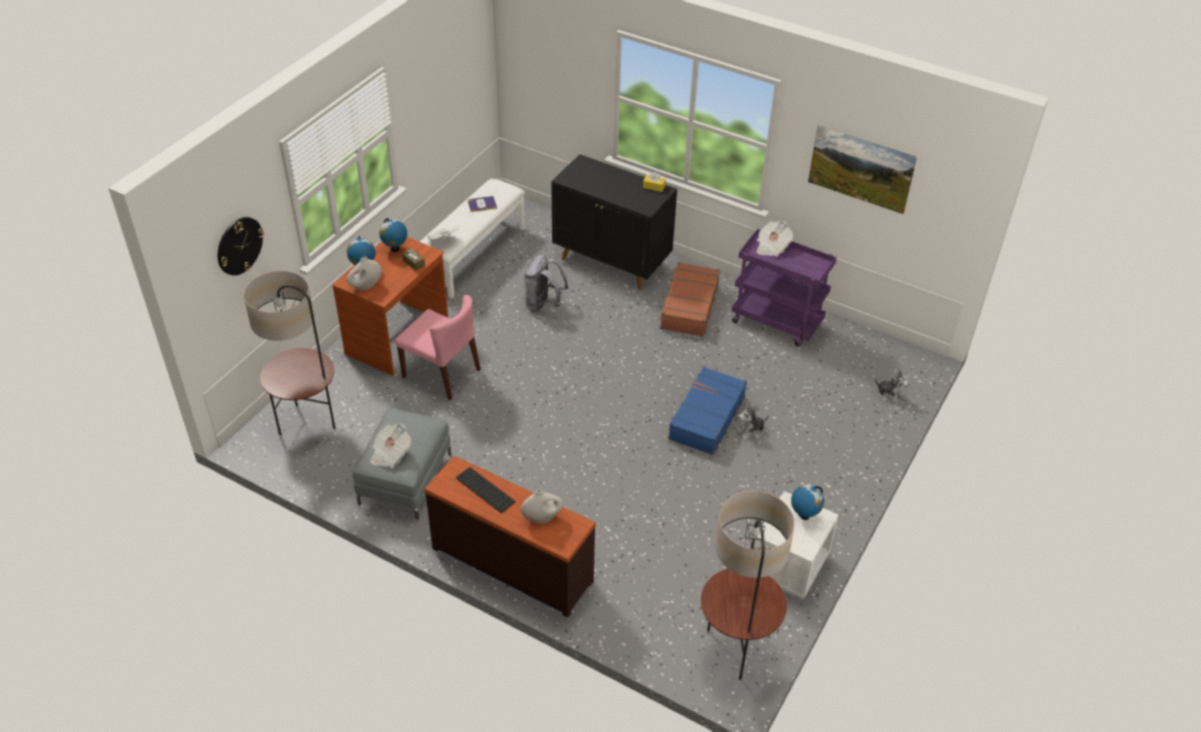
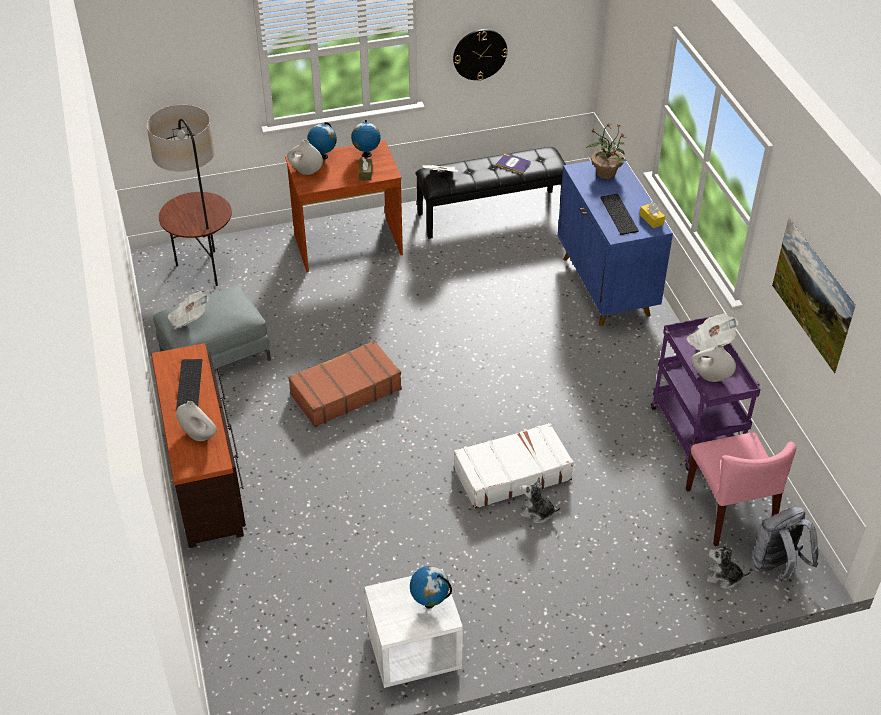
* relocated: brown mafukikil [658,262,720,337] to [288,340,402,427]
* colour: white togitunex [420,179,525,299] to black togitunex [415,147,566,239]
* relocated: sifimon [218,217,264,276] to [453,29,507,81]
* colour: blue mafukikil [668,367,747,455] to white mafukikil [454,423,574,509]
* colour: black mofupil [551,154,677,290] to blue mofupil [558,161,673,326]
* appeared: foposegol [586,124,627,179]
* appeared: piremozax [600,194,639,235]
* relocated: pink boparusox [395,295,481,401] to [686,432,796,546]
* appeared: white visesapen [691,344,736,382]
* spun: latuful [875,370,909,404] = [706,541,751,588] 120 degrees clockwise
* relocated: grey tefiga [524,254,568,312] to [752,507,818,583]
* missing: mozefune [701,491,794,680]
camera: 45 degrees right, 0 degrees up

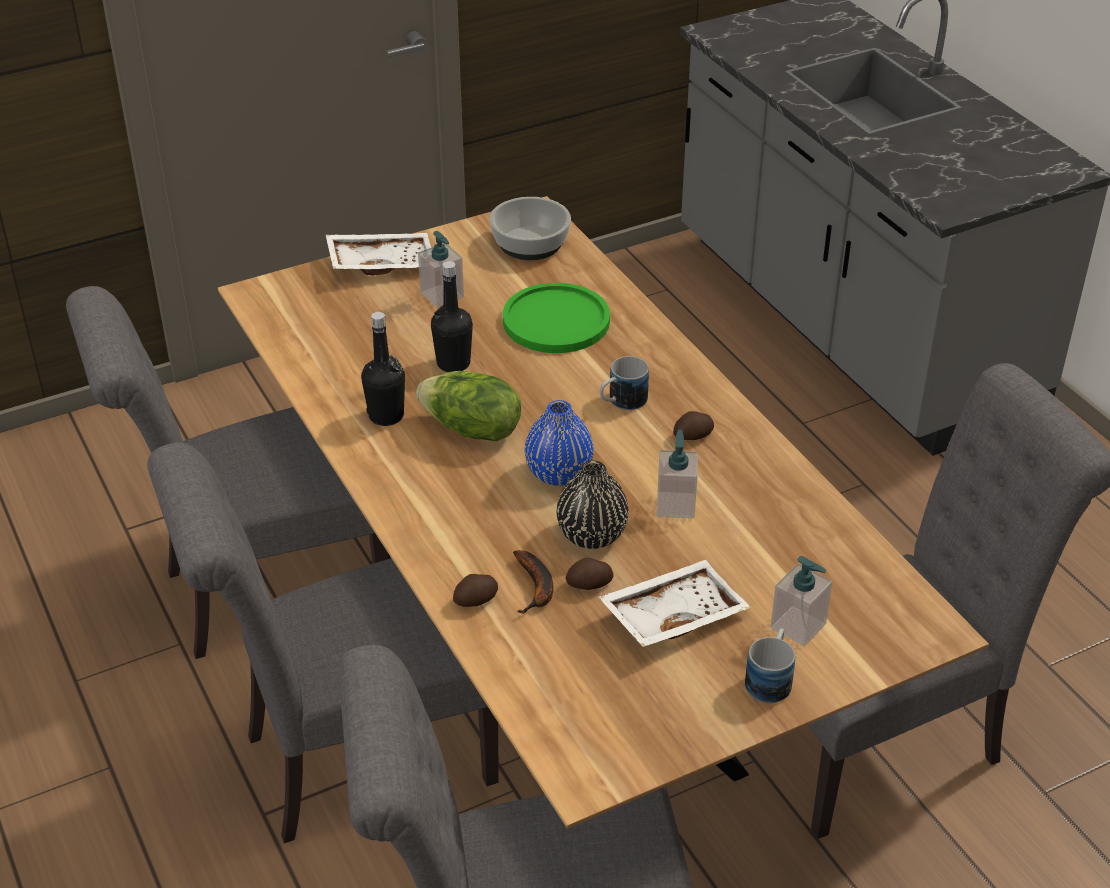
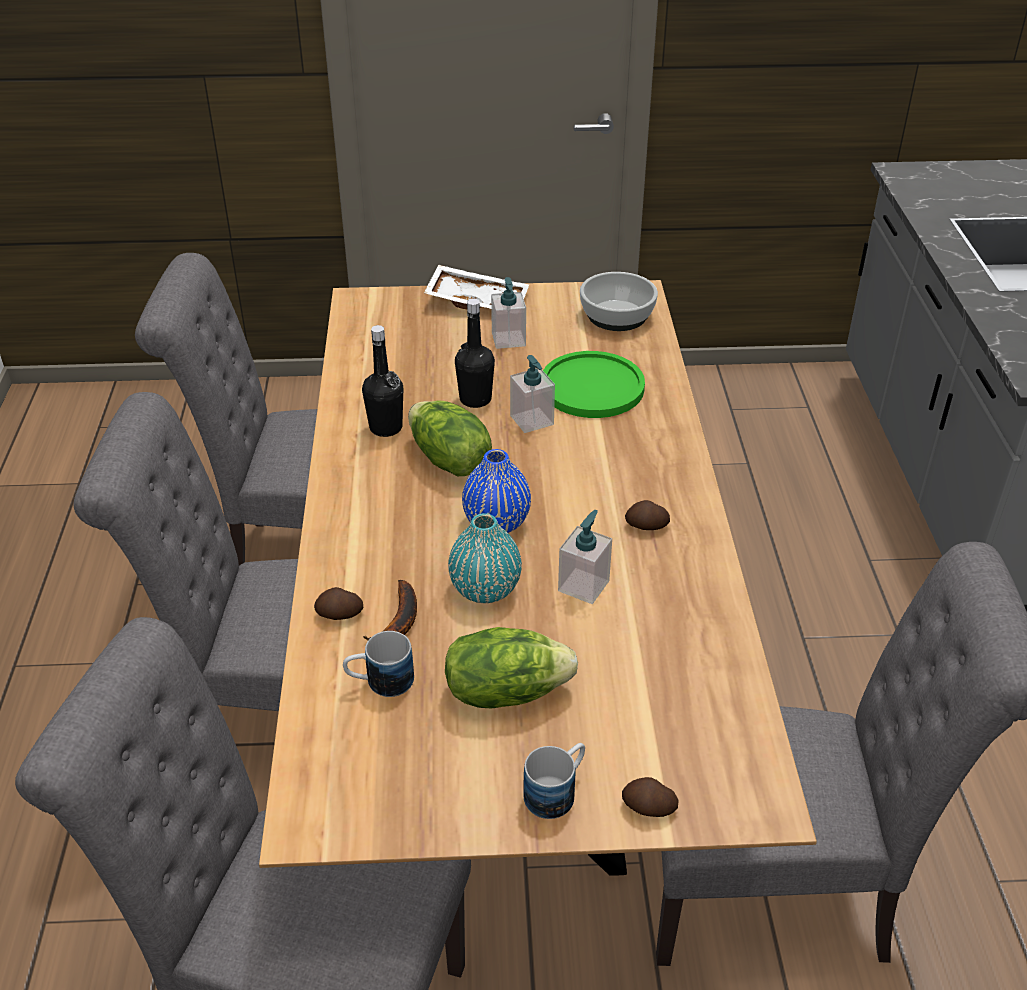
* relocated: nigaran [600,356,649,410] to [343,631,414,697]
* exchanged: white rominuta [599,560,751,647] to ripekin [445,627,578,708]
* colour: black visesapen [557,461,629,549] to turquoise visesapen [448,513,522,603]
* relocated: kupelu [770,556,832,646] to [510,355,555,433]
* relocated: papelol [565,558,614,590] to [622,777,679,817]
camera: 25 degrees right, 0 degrees up

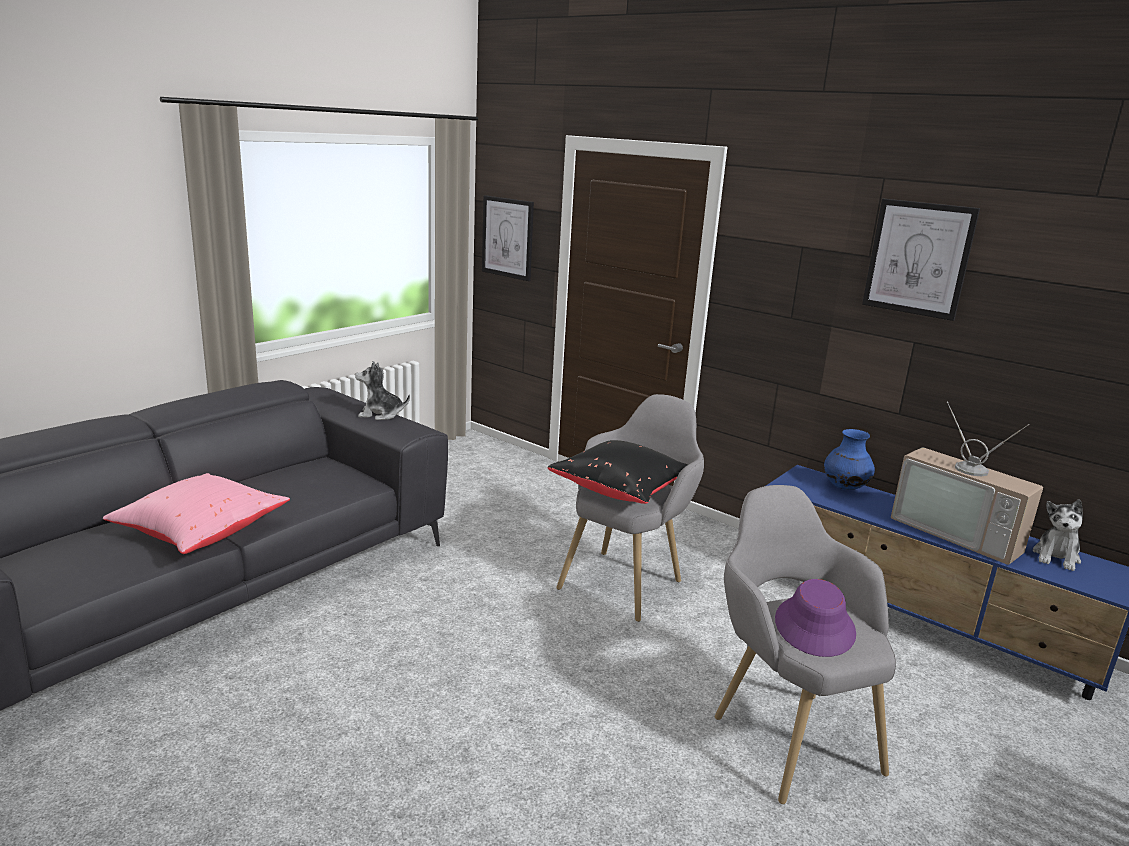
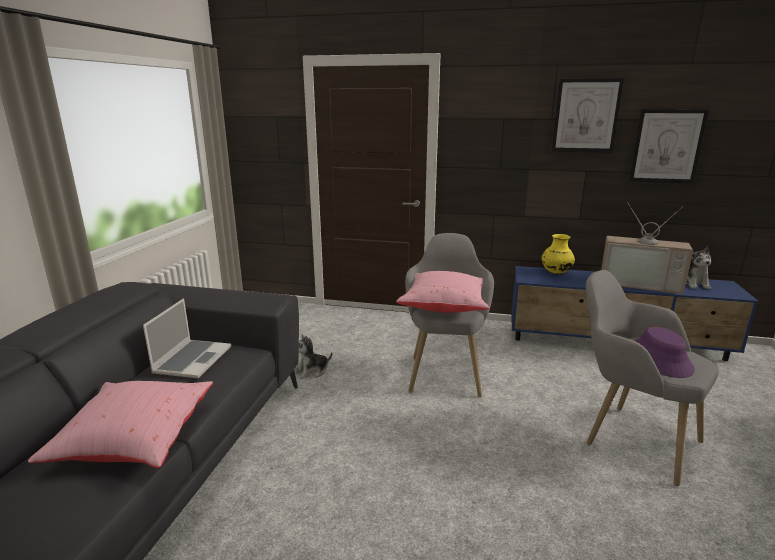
* appeared: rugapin [143,298,231,378]
* relocated: latuful [355,361,410,420] to [295,334,332,379]
* colour: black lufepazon [548,440,688,504] to pink lufepazon [396,271,490,313]
* colour: blue visesapen [824,429,875,490] to yellow visesapen [542,234,575,274]
* relocated: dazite [482,195,534,281] to [629,109,709,184]
camera: 25 degrees left, 0 degrees up

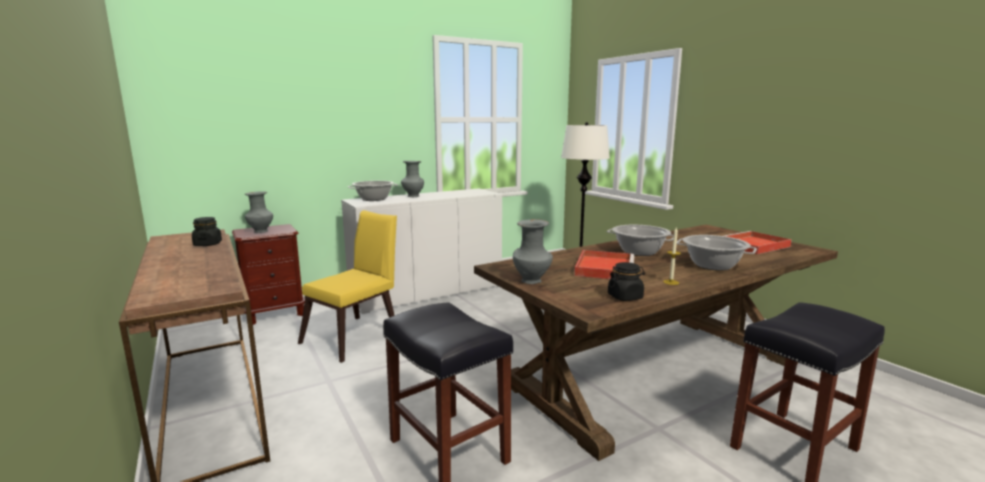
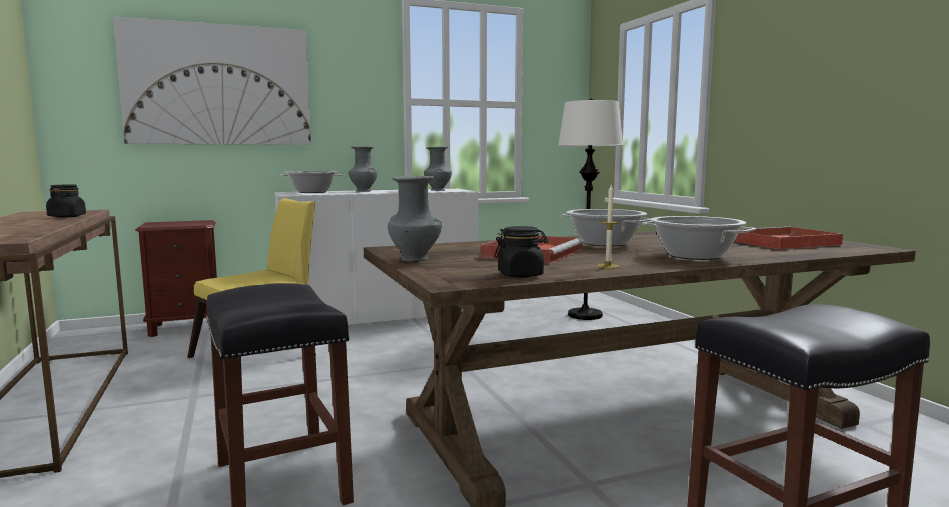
* appeared: dazite [113,16,311,145]
* relocated: grey visesapen [245,191,273,233] to [424,147,452,191]
camera: 10 degrees right, 5 degrees down

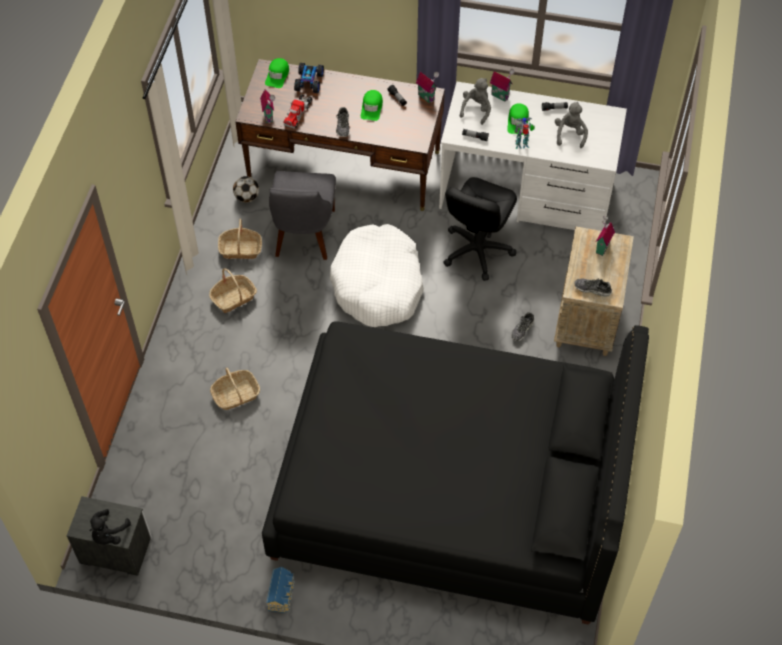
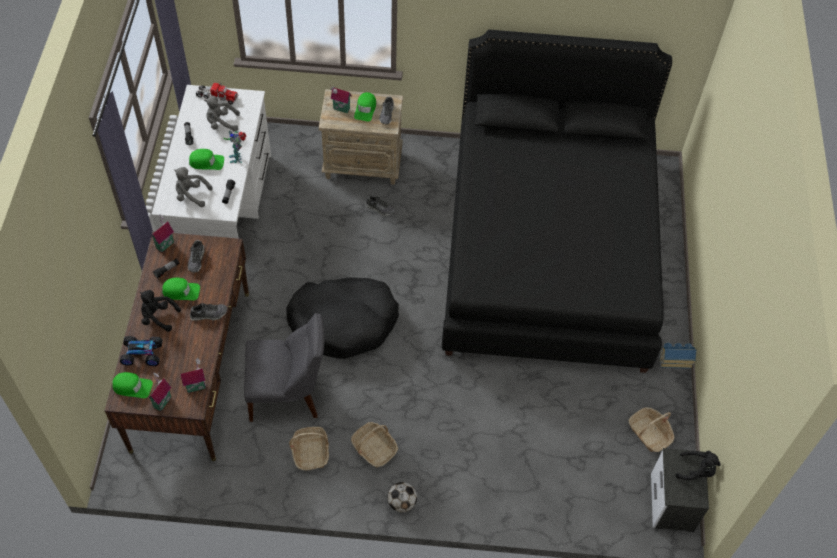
* appeared: black latuful [140,290,181,332]
* relocated: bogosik [490,69,514,101] to [148,373,171,412]
* appeared: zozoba [188,240,205,273]
* relocated: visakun [283,94,312,129] to [196,82,238,105]
* colour: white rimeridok [330,224,424,327] to black rimeridok [286,278,399,359]
* appeared: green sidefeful [354,92,376,122]
* relocated: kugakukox [233,176,259,203] to [387,482,417,512]
* relocated: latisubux [210,368,260,410] to [629,407,674,452]
* missing: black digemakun [443,177,517,281]
camera: 100 degrees left, 0 degrees up

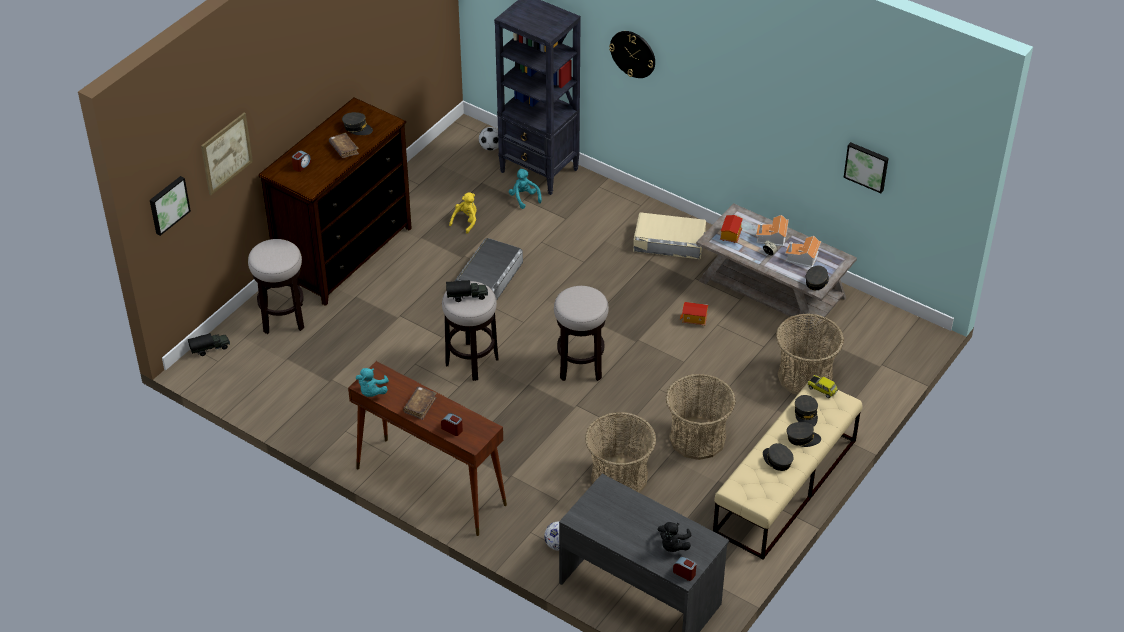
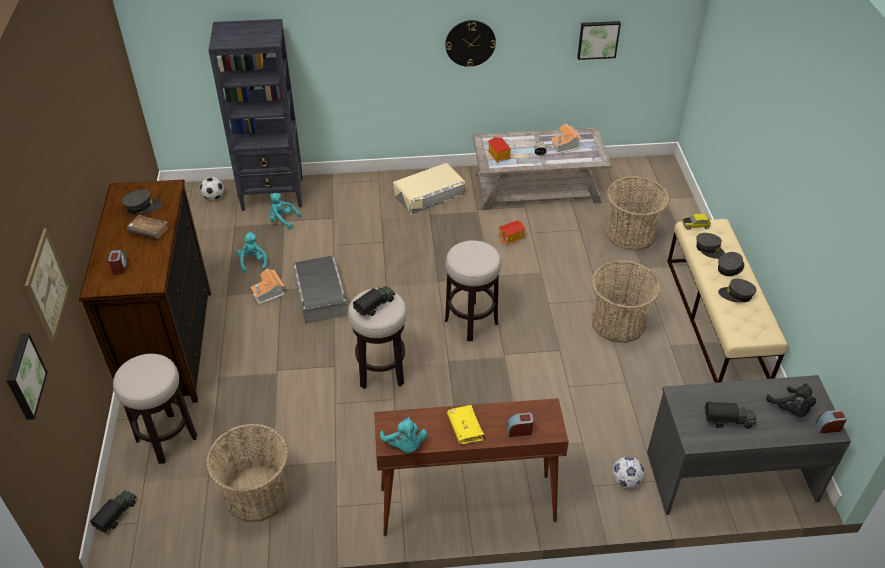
* relocated: latisubux [585,412,656,493] to [206,424,288,522]
* colour: yellow latuful [449,192,477,234] to turquoise latuful [236,232,267,273]
* relocated: bogosik [756,215,789,246] to [251,269,284,304]
* relocated: sifimon [609,31,655,78] to [445,20,496,67]
* colour: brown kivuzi [403,387,437,420] to yellow kivuzi [447,405,484,445]
* appeared: visakun [705,402,757,429]
* missing: grey sidefeful [806,266,829,290]
camera: 40 degrees left, 0 degrees up

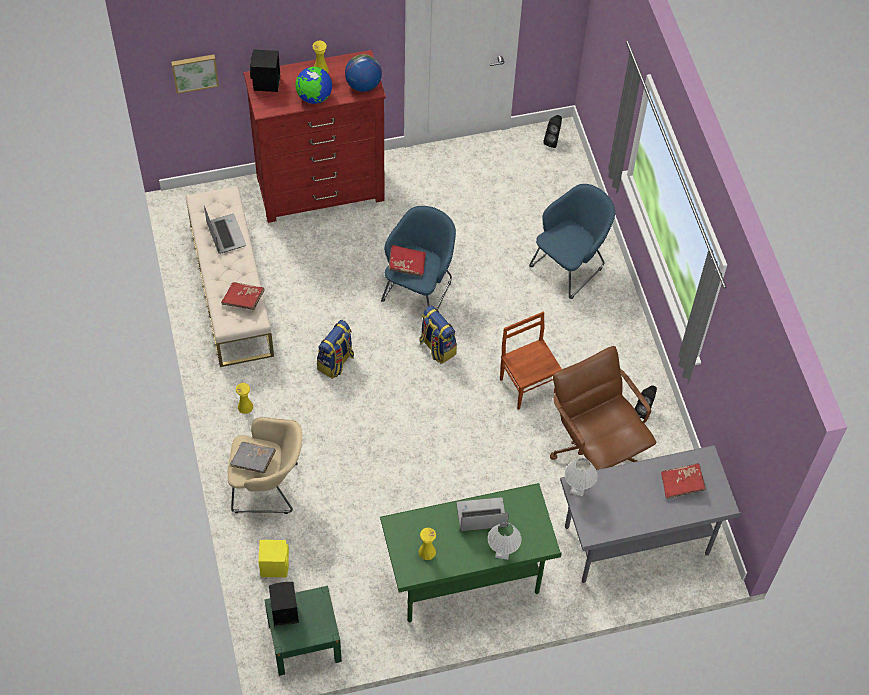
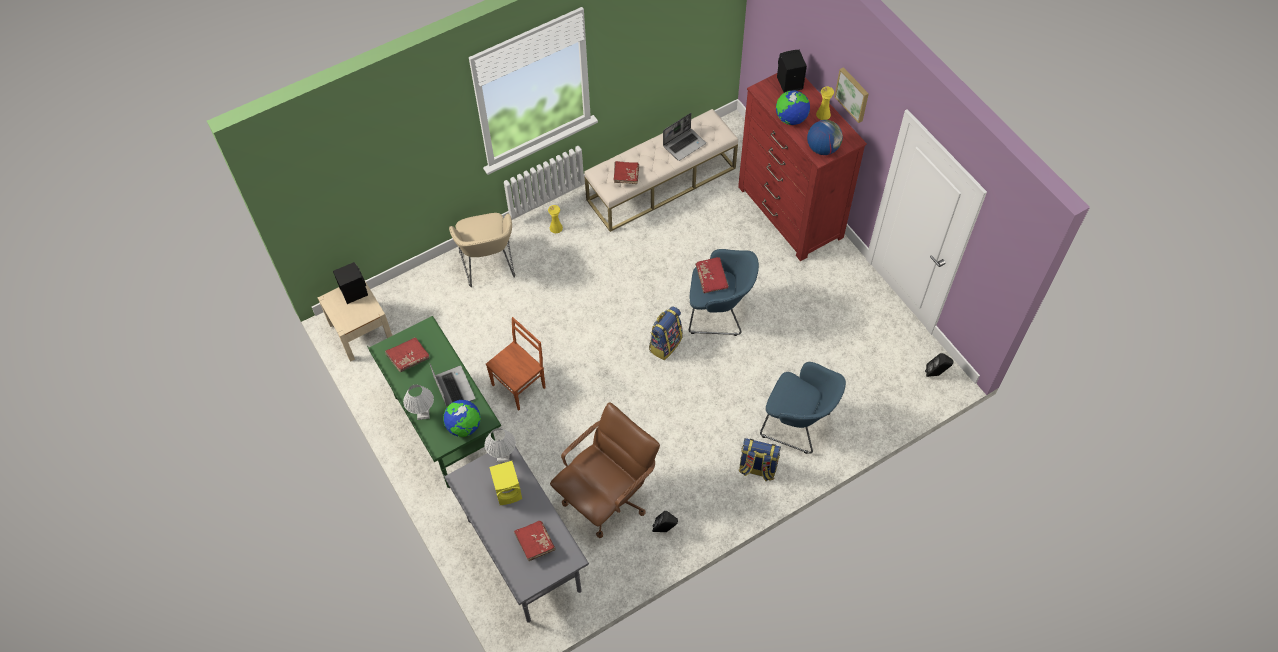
* colour: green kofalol [264,586,342,676] to beige kofalol [318,282,393,362]
* exchanged: yellow visesapen [419,528,436,560] to red kivuzi [385,338,429,372]
* appeared: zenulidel [443,400,481,437]
* relocated: brown boparusox [500,312,562,410] to [486,317,546,410]
* relocated: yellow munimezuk [258,540,289,578] to [489,461,522,505]
* relocated: tefiga [317,320,354,379] to [739,438,781,481]
* relocated: dazite [171,55,219,94] to [834,67,869,123]
* missing: grey kivuzi [230,442,276,473]
camera: 75 degrees right, 0 degrees up

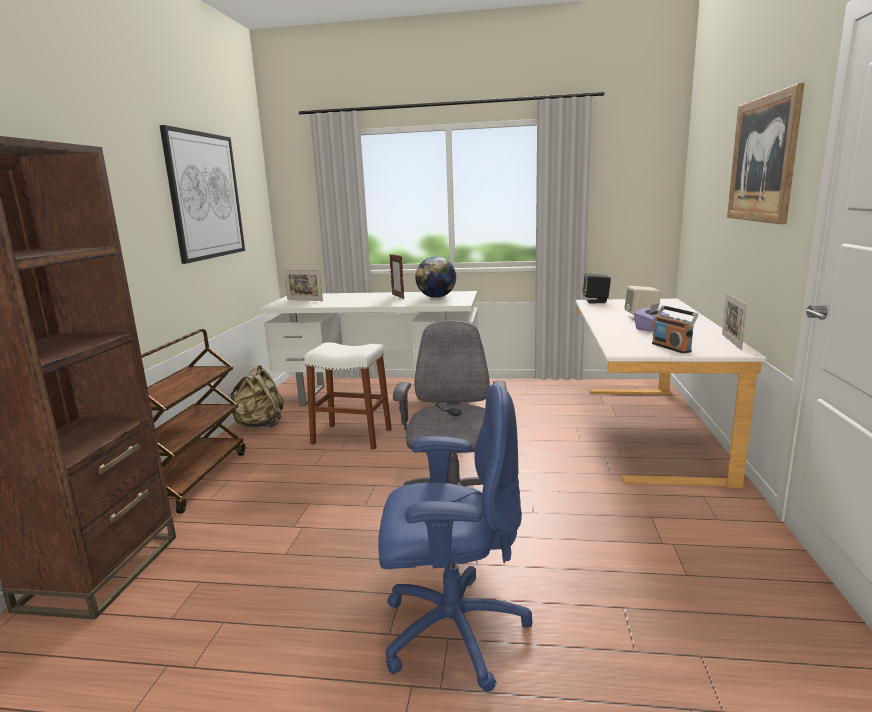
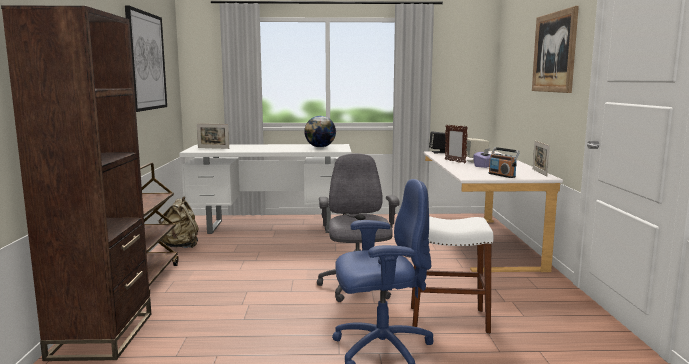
* relocated: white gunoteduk [304,342,392,450] to [411,216,494,334]
* relocated: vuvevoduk [389,254,404,299] to [445,125,468,164]
camera: 10 degrees left, 5 degrees down

